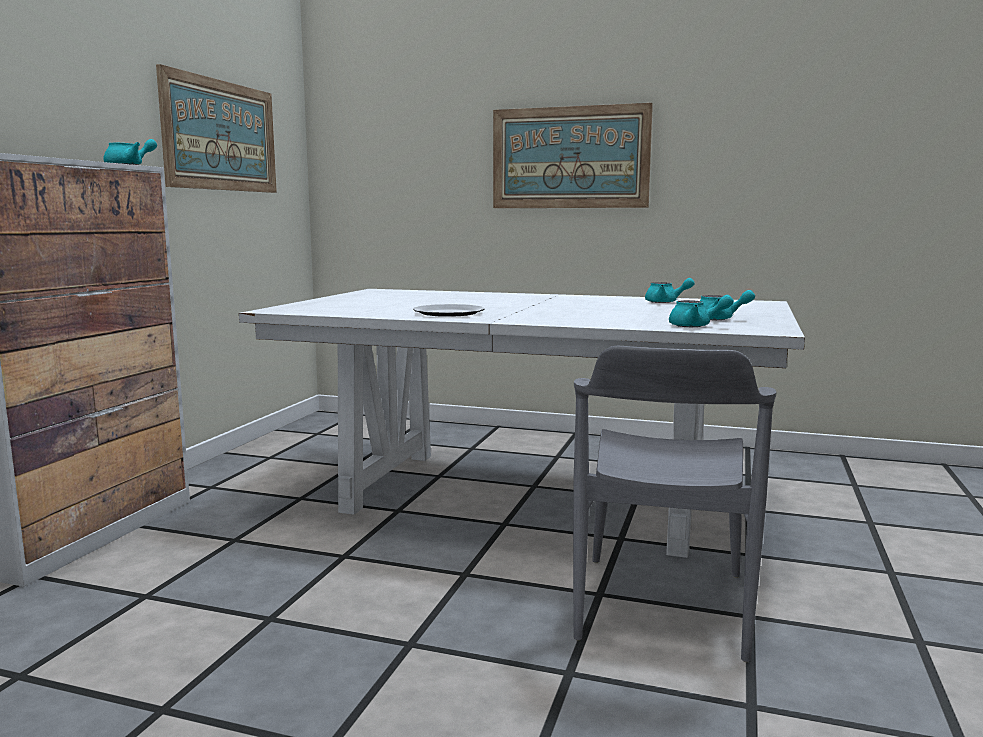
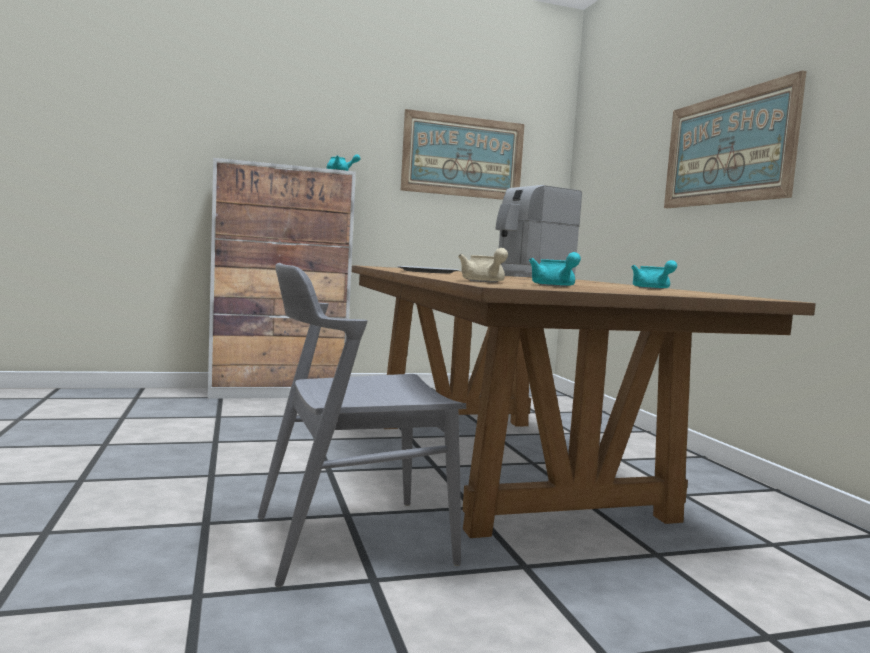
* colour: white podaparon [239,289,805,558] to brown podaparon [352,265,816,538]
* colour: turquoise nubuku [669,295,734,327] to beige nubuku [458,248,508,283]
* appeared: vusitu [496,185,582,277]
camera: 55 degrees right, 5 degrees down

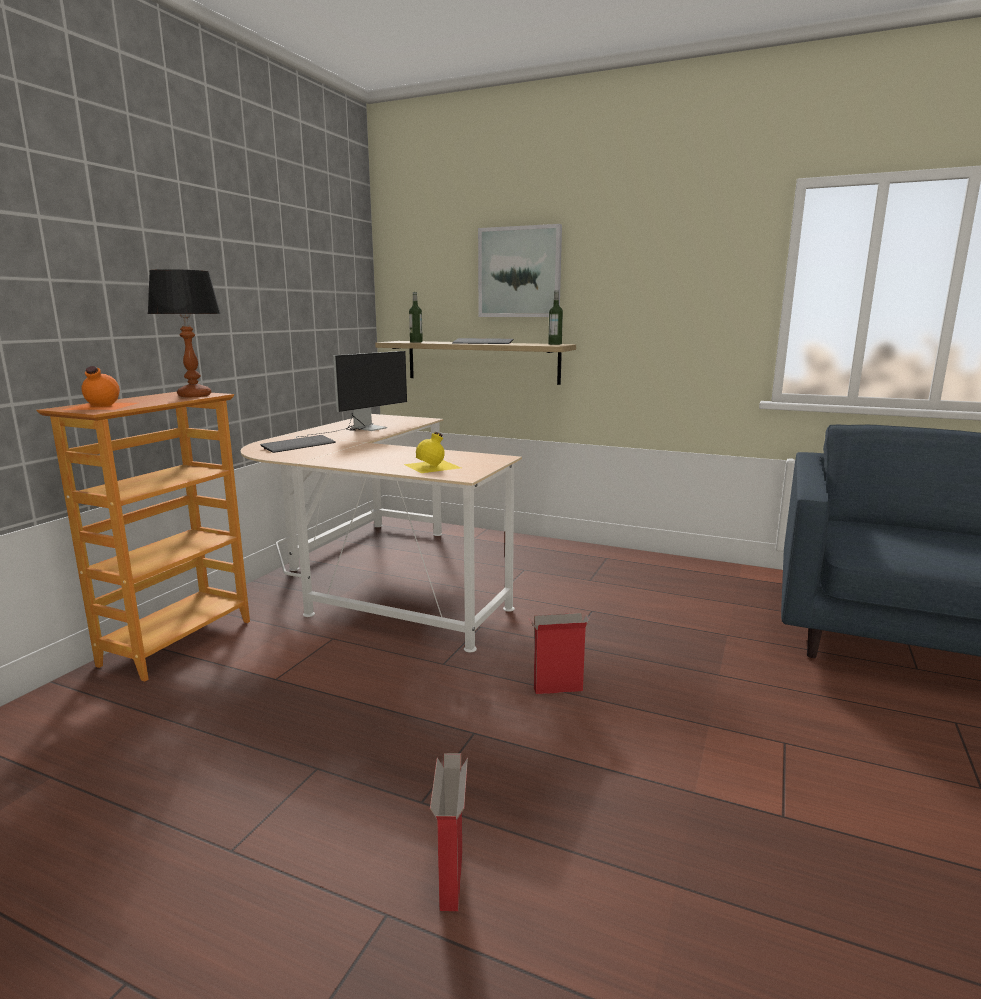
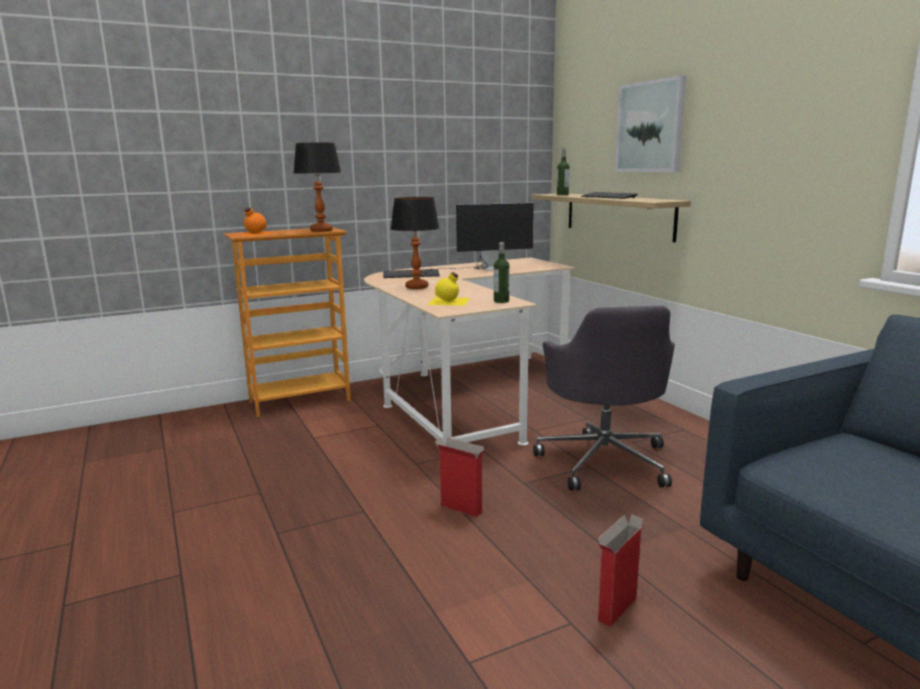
* appeared: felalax [390,197,439,289]
* relocated: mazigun [548,290,563,345] to [494,242,510,303]
* appeared: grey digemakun [533,306,675,490]
* relocated: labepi [430,753,468,911] to [598,514,646,627]
camera: 40 degrees right, 0 degrees up

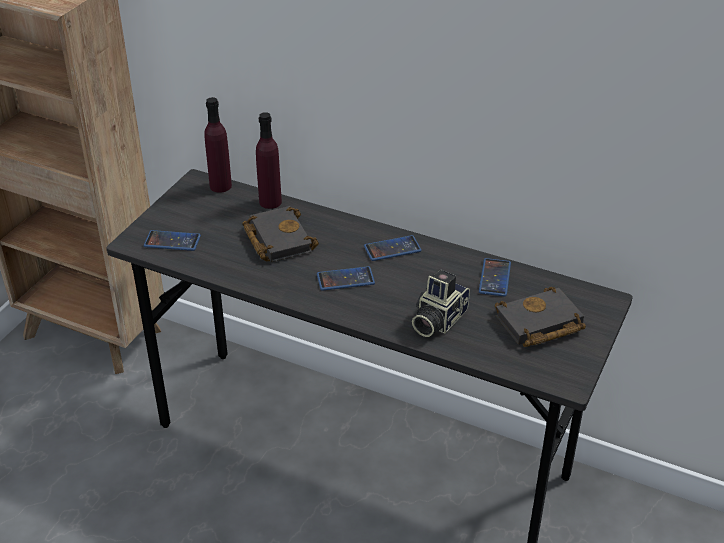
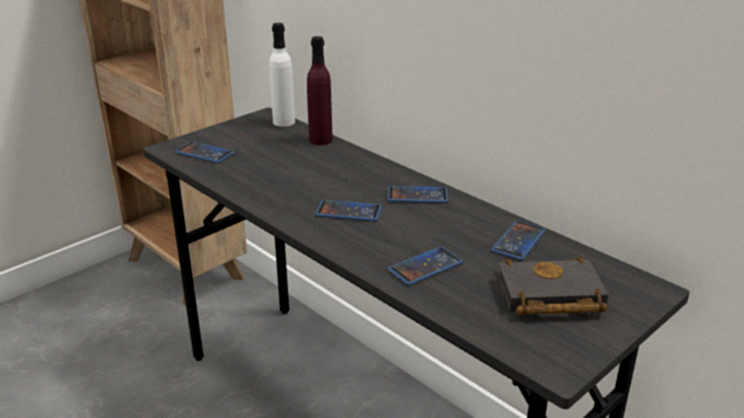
* colour: purple mazigun [204,97,232,193] to white mazigun [269,23,295,127]
* exchanged: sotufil [412,269,470,337] to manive [388,247,463,286]
* missing: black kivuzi [243,206,319,262]
camera: 20 degrees right, 10 degrees down

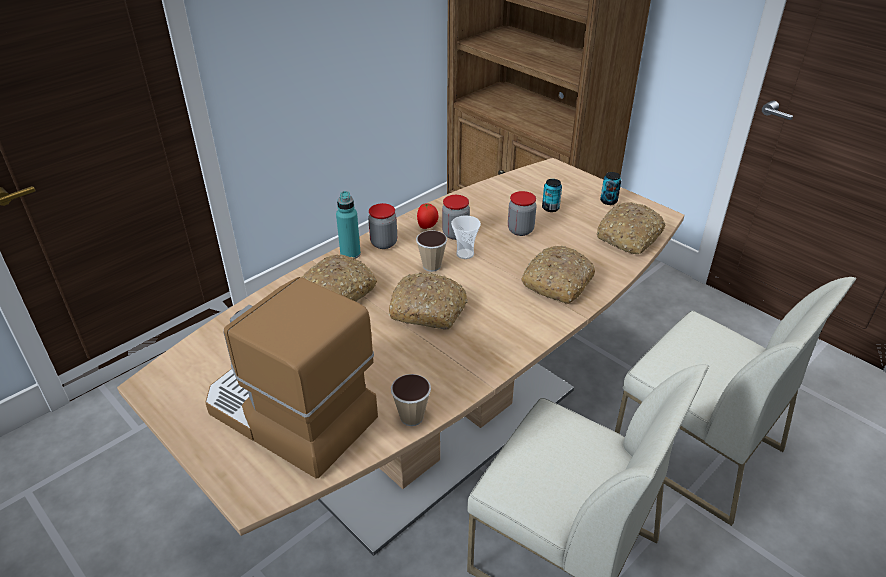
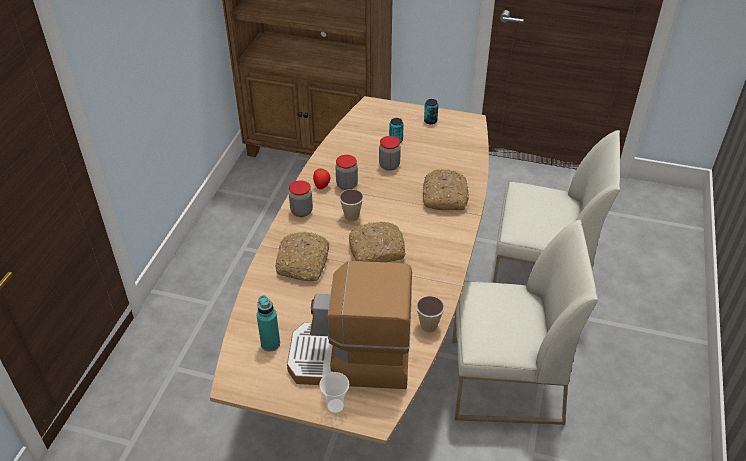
* relocated: turquoise mazigun [336,191,361,259] to [257,295,280,352]
* relocated: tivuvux [451,215,481,259] to [319,372,349,414]
* missing: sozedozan [597,202,665,254]
camera: 30 degrees left, 5 degrees up

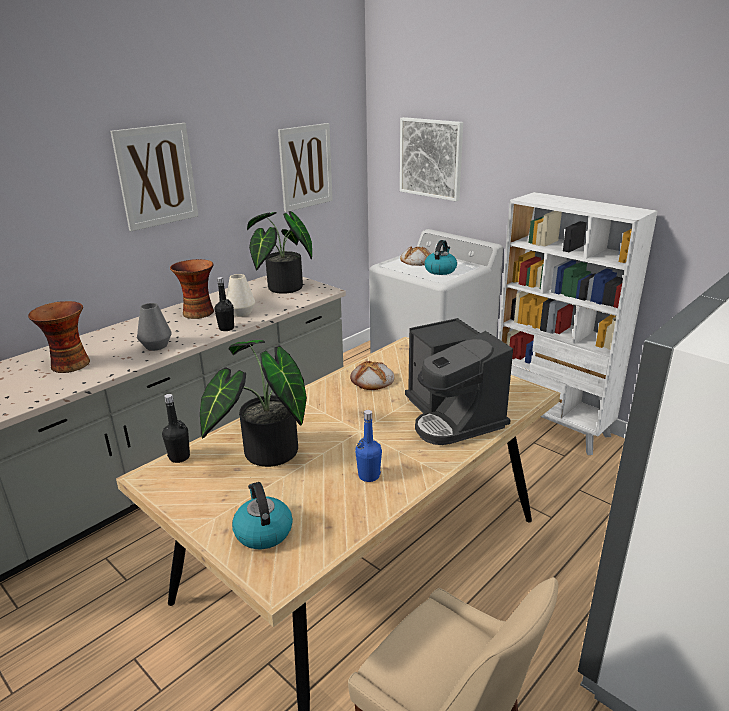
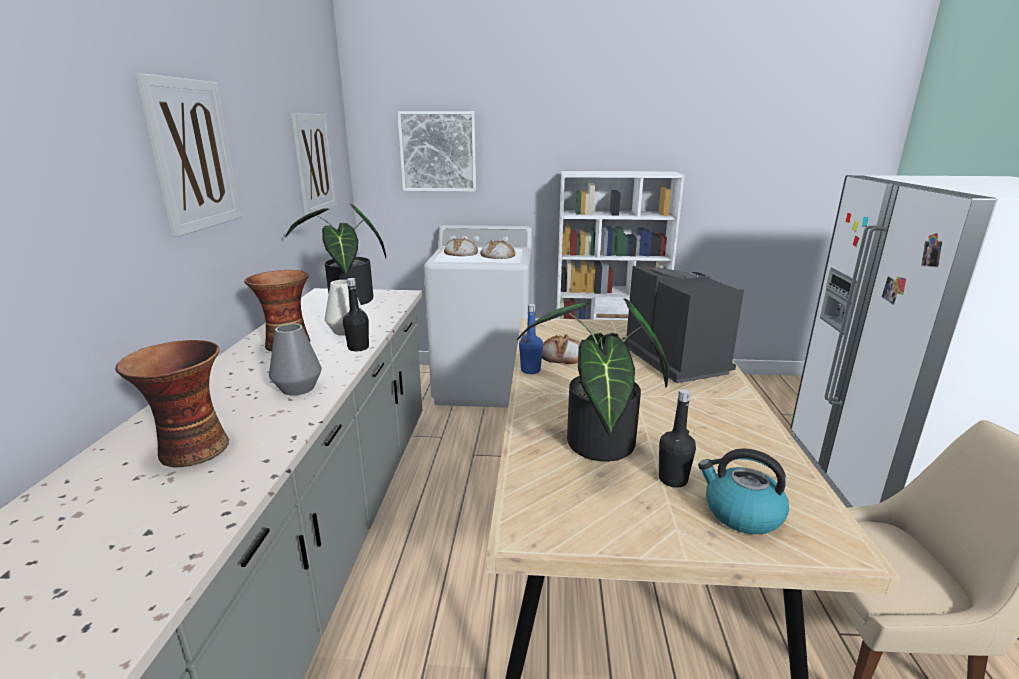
* exchanged: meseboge [425,240,457,275] to sozedozan [480,240,515,259]
* relocated: blue mazigun [355,410,382,482] to [519,304,543,374]
* spun: vusitu [405,318,513,445] = [622,266,744,383] 135 degrees counterclockwise
* relocated: black mazigun [162,394,190,463] to [659,389,696,488]
camera: 40 degrees left, 5 degrees down

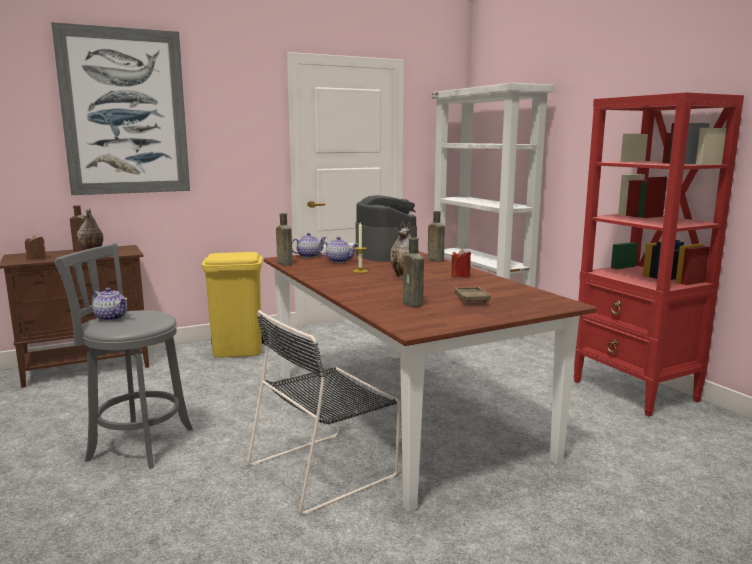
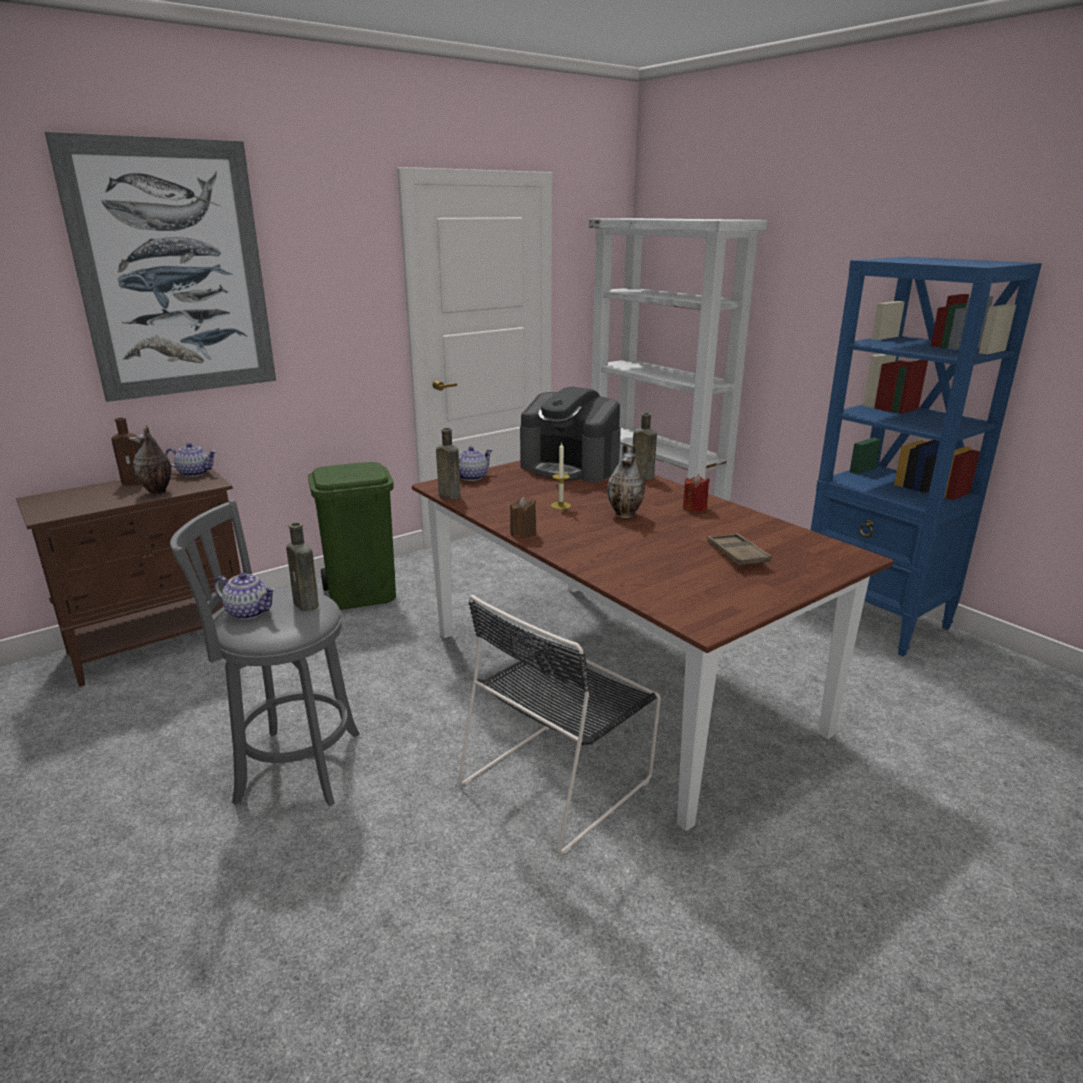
* relocated: nubuku [319,237,359,263] to [165,443,217,477]
* relocated: brown mazigun [403,237,424,307] to [286,522,319,611]
* colour: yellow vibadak [202,252,265,358] to green vibadak [308,462,396,610]
* relocated: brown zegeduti [25,235,46,260] to [510,497,536,538]
* spun: vusitu [356,195,419,262] = [520,387,621,482] 150 degrees clockwise
* colour: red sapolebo [573,92,744,417] to blue sapolebo [805,257,1042,656]
camera: 10 degrees left, 10 degrees up

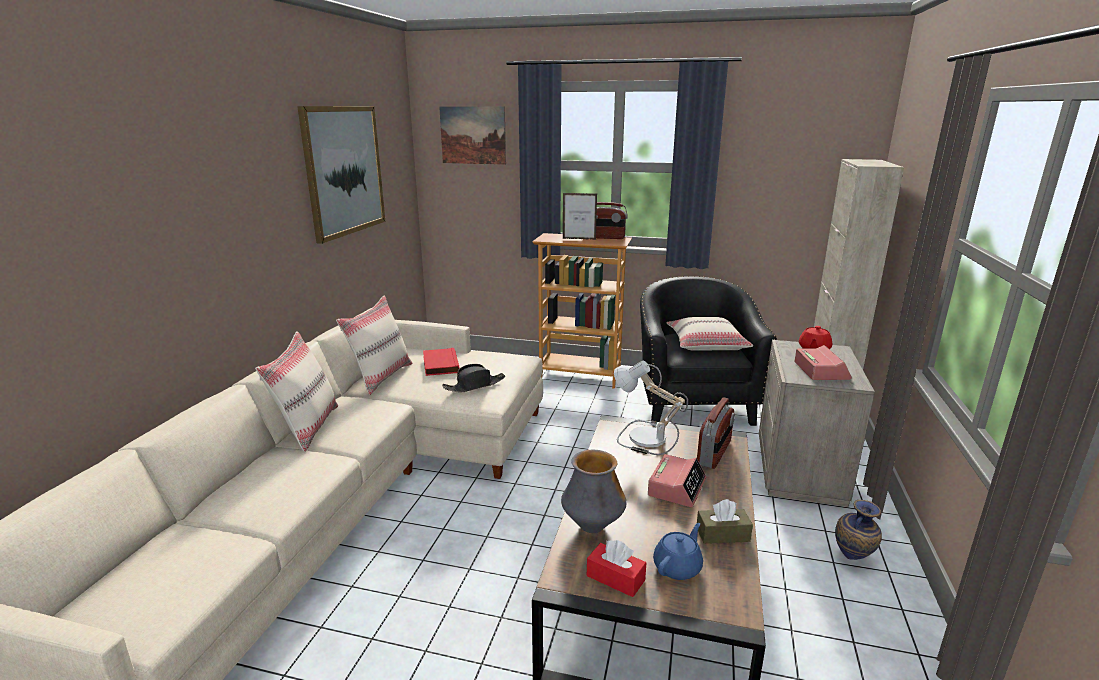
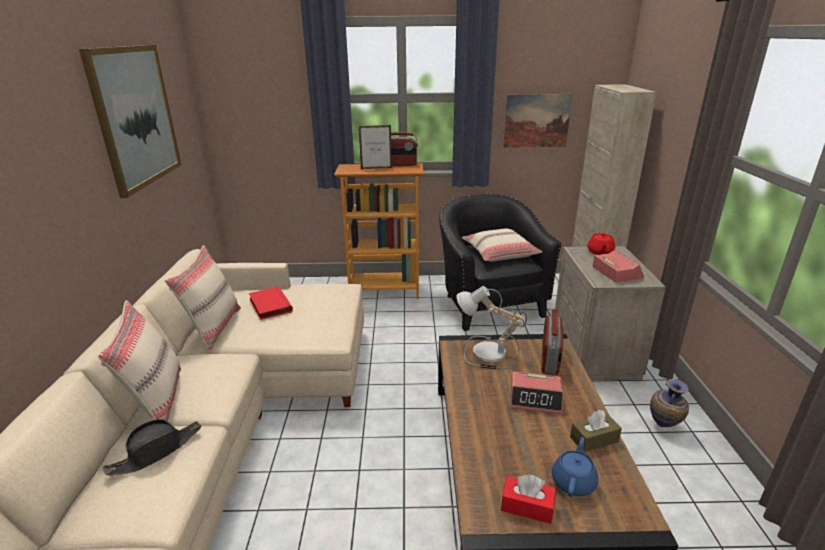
* relocated: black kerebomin [442,364,505,392] to [103,419,201,475]
* relocated: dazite [439,106,506,165] to [503,94,572,148]
* spun: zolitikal [648,454,706,507] = [510,372,564,414] 90 degrees clockwise
* missing: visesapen [561,450,627,533]
camera: 15 degrees left, 5 degrees up

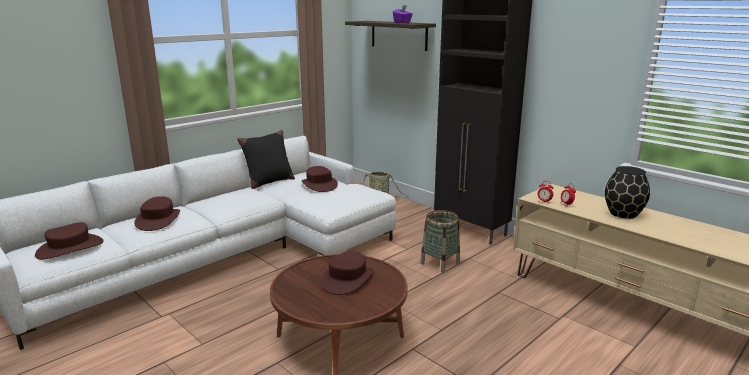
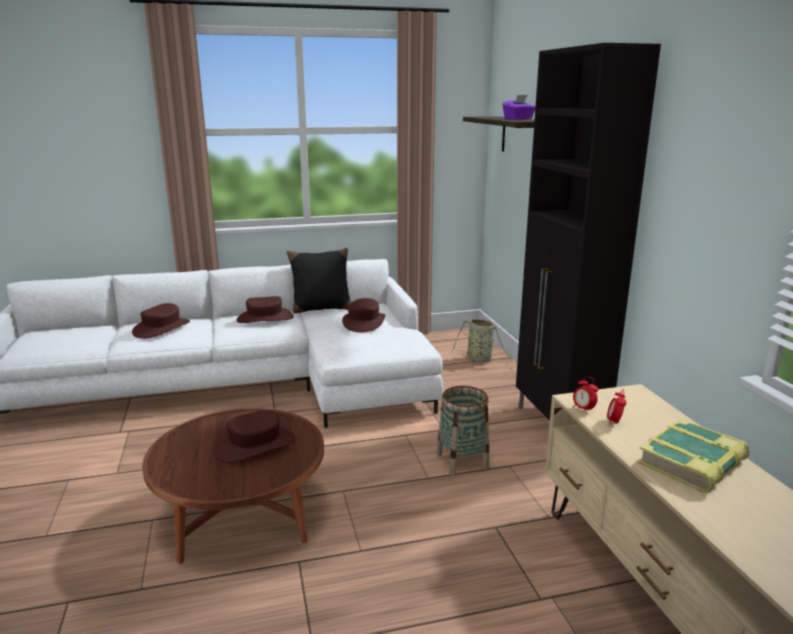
* relocated: brown kerebomin [35,222,103,260] to [236,296,294,323]
* exchanged: black visesapen [605,166,650,219] to kivuzi [637,419,750,493]
camera: 30 degrees right, 0 degrees up

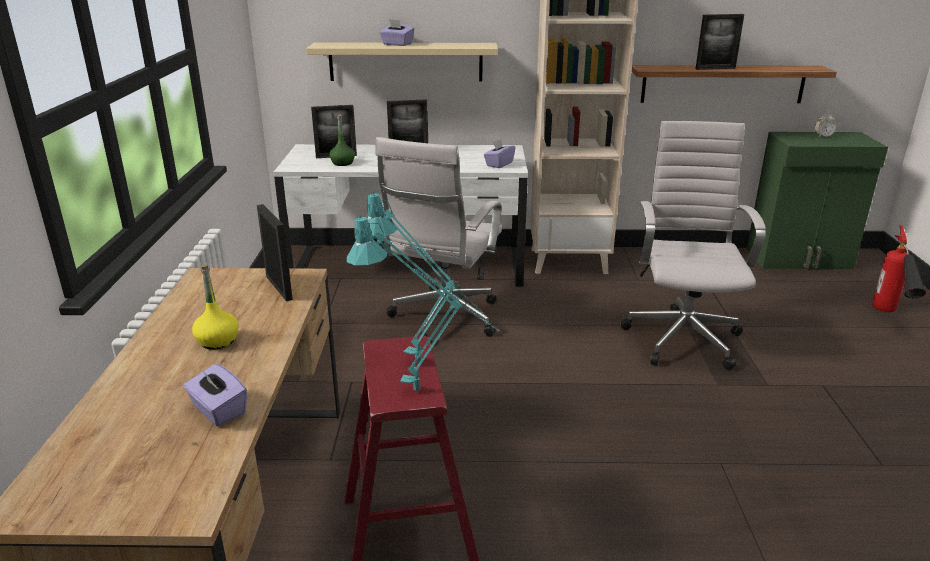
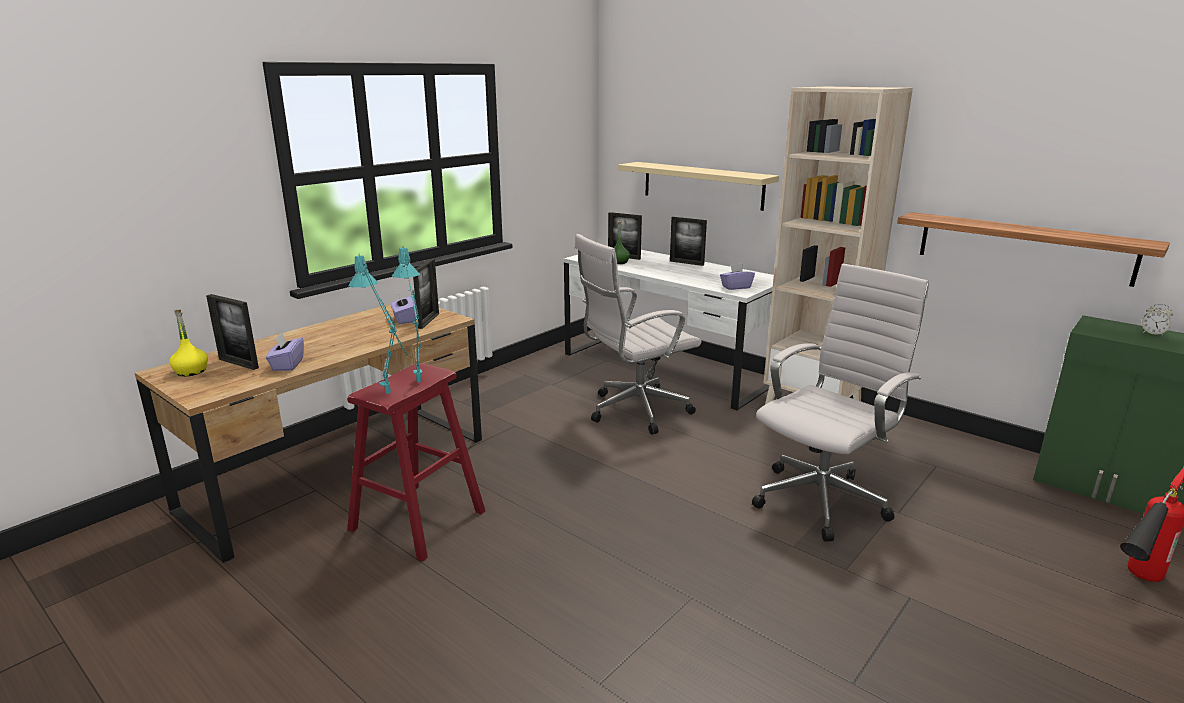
* relocated: yellow mazigun [192,265,239,350] to [169,310,208,376]
* relocated: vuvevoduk [696,14,744,70] to [206,294,259,370]
* relocated: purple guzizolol [379,19,414,46] to [390,293,417,324]
camera: 40 degrees right, 5 degrees down

